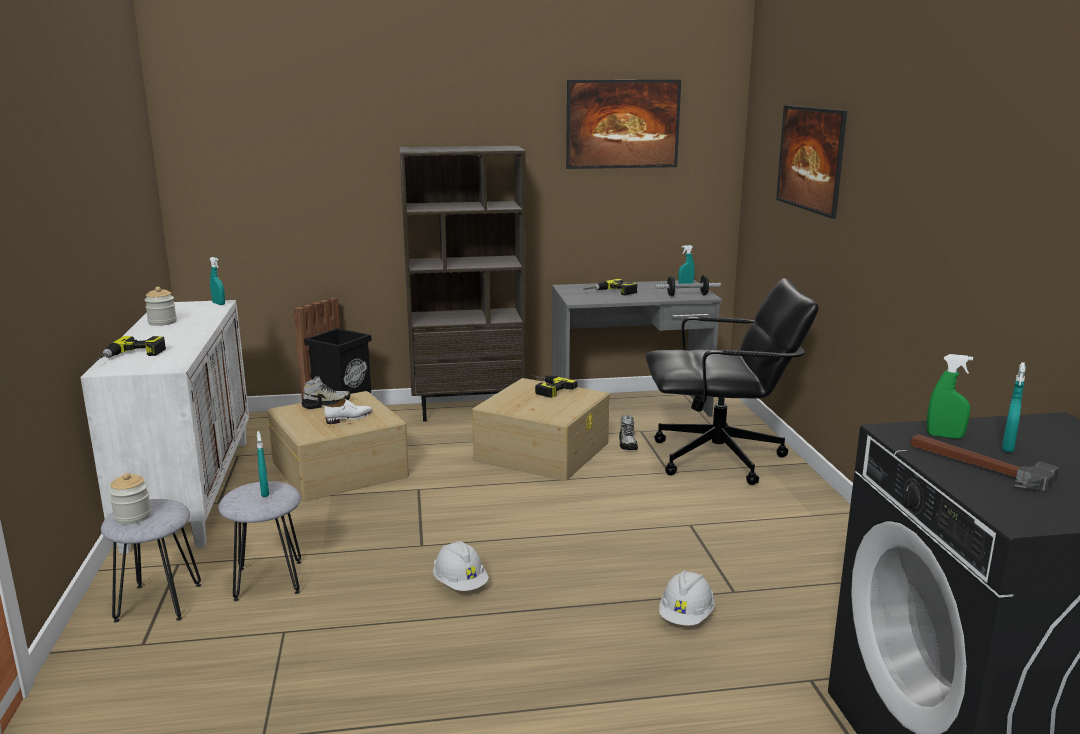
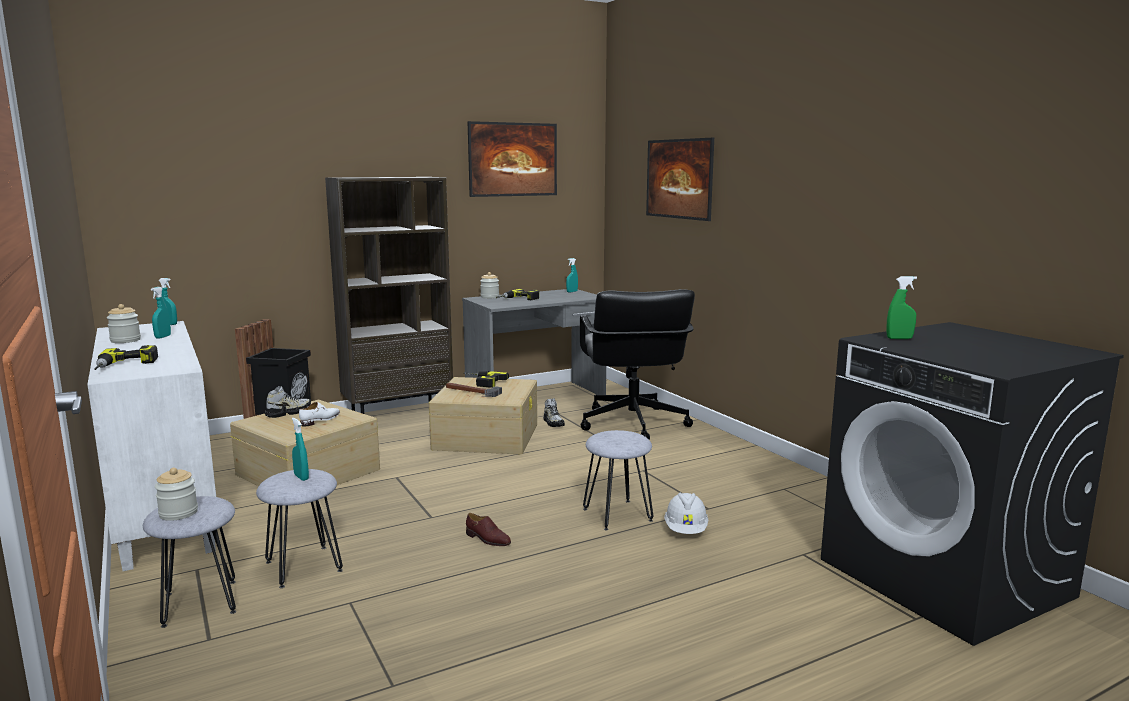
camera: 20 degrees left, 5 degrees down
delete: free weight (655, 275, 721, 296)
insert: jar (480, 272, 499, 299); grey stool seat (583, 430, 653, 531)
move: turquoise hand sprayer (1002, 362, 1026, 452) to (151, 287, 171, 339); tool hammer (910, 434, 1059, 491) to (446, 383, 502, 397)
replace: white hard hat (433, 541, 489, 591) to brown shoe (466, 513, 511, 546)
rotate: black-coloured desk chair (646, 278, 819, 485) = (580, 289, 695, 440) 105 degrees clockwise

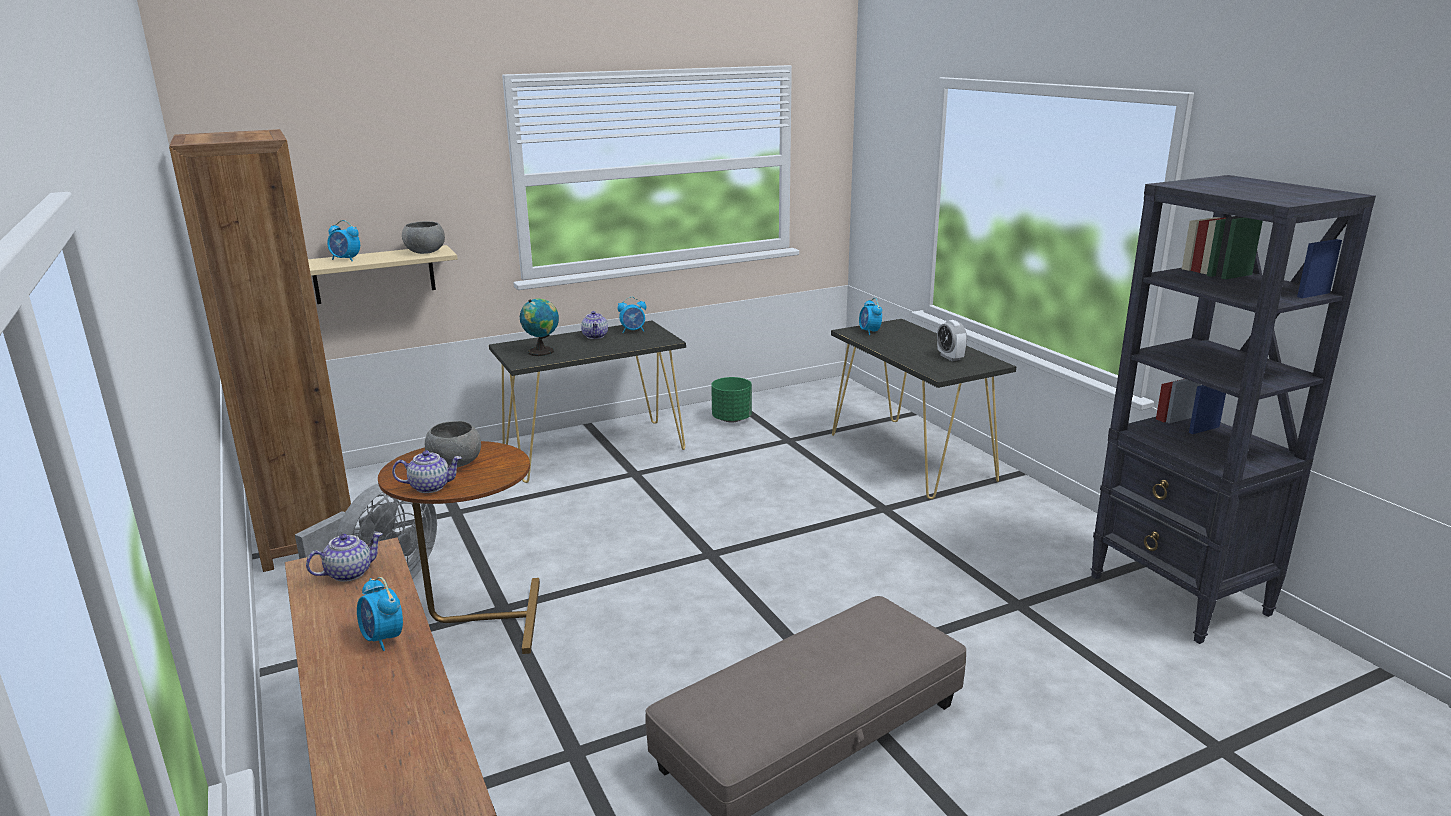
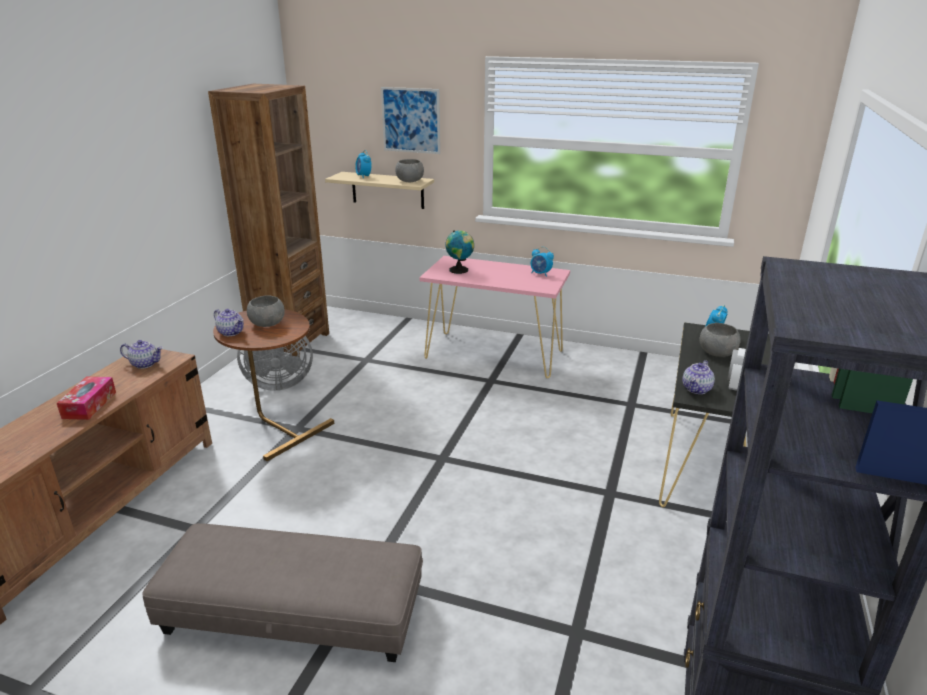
camera: 45 degrees right, 5 degrees up
delete: green flower pot (711, 377, 752, 423)
insert: picture (381, 87, 440, 154); grey deep dish (700, 323, 741, 357)
move: pot for tea (581, 311, 608, 339) to (682, 360, 715, 394)
replace: bedside clock (357, 577, 403, 651) to tissue box (57, 377, 116, 420)
recolor: black-coloured hall table (489, 321, 686, 483) to pink-coloured hall table (419, 256, 570, 378)

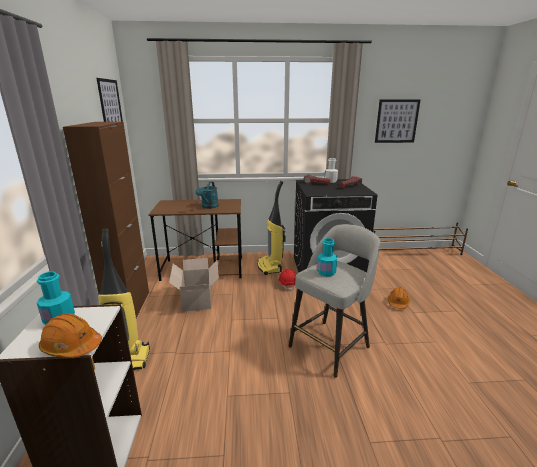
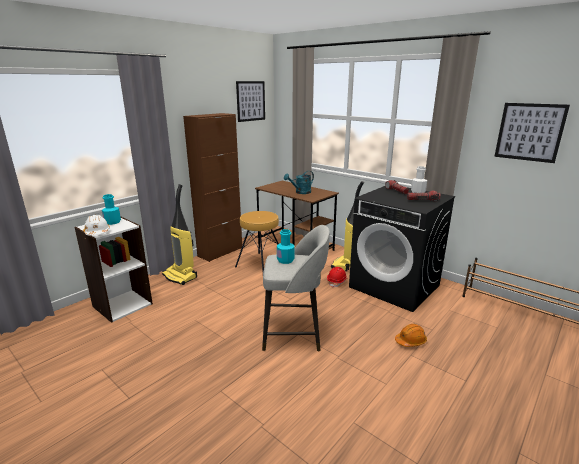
camera: 45 degrees right, 0 degrees up
replace: cardboard box (169, 258, 219, 312) to brown stool seat (235, 211, 279, 272)
recolor: orangey hard hat (39, 313, 102, 358) to white hard hat (83, 215, 110, 236)

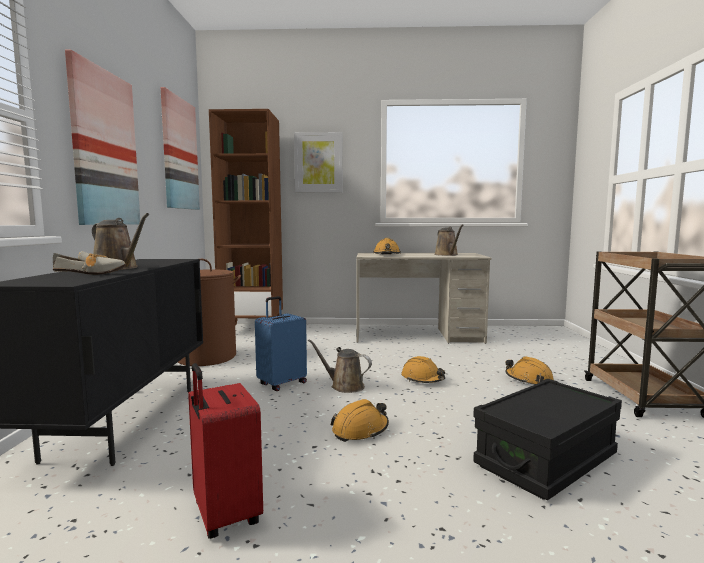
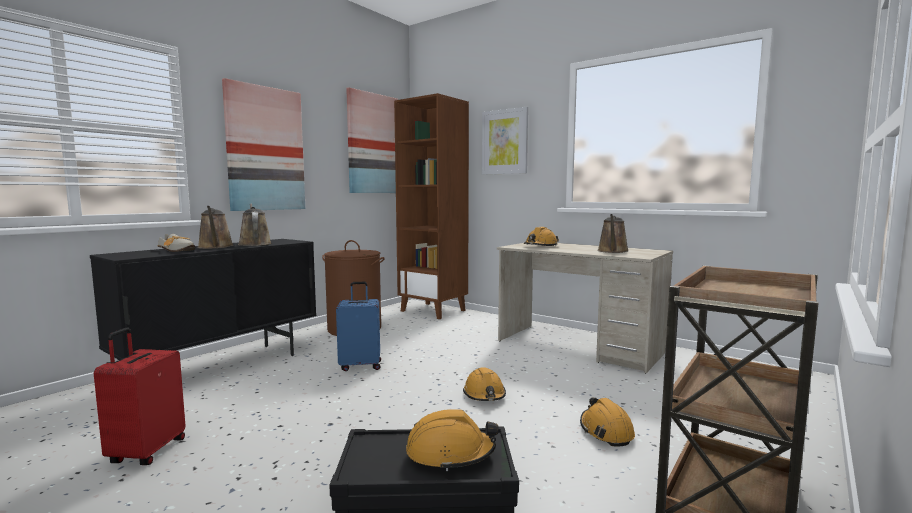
camera: 35 degrees right, 0 degrees up
move: brown watering pot (308, 339, 372, 393) to (238, 203, 272, 246); orangey hard hat (331, 399, 389, 442) to (406, 409, 499, 471)

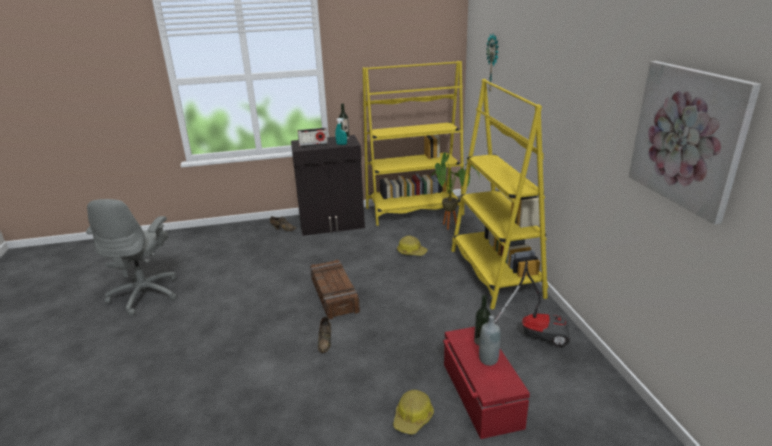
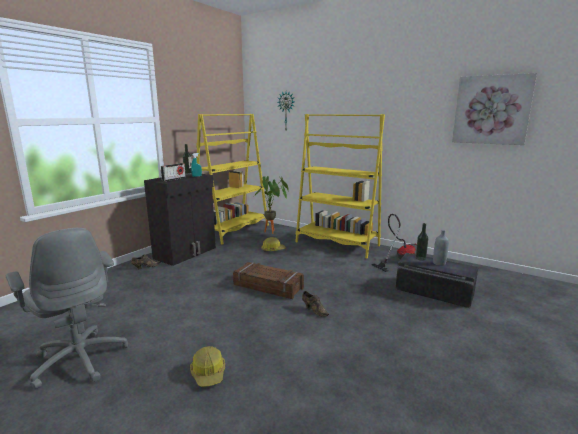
camera: 45 degrees left, 10 degrees down
move: hard hat (393, 390, 434, 435) to (190, 346, 225, 387)
recolor: red storage box (443, 327, 530, 439) to black-coloured storage box (396, 253, 478, 308)

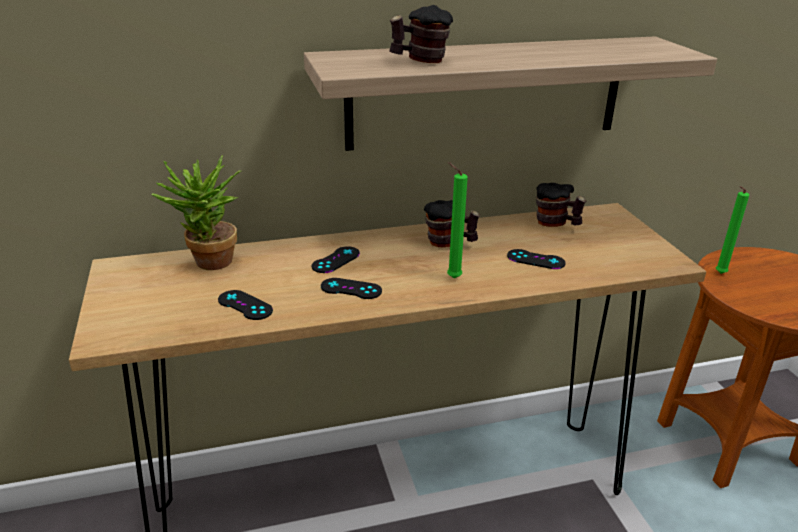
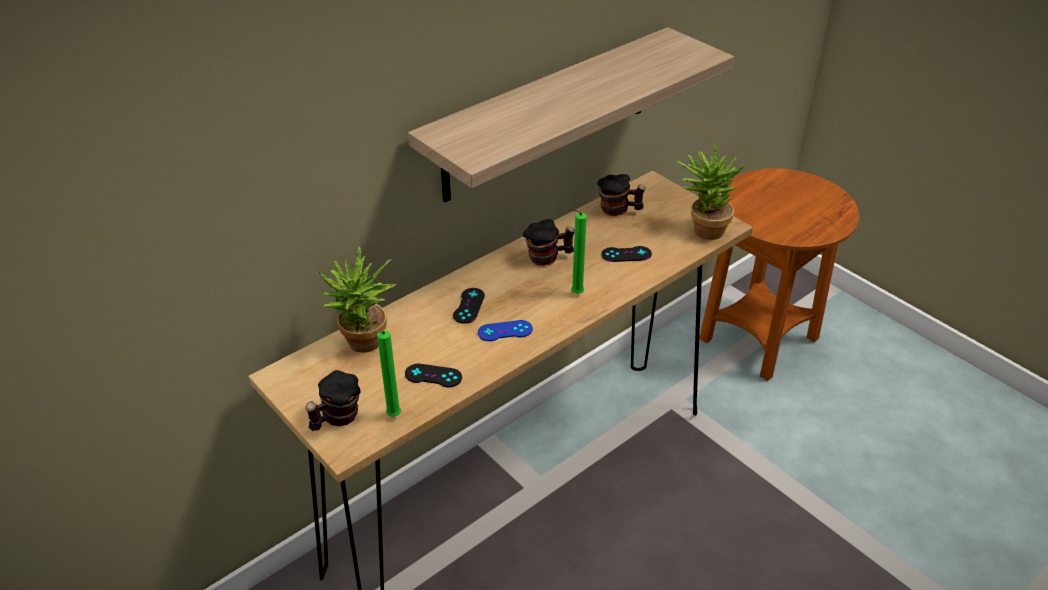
camera: 25 degrees left, 10 degrees up
insert: houseplant (676, 141, 746, 240)
move: tea mug (389, 5, 453, 63) to (305, 370, 360, 431); green candle (716, 186, 749, 274) to (373, 330, 401, 417)
recolor: black-coloured game controller (321, 278, 382, 299) to blue-coloured game controller (478, 320, 533, 341)

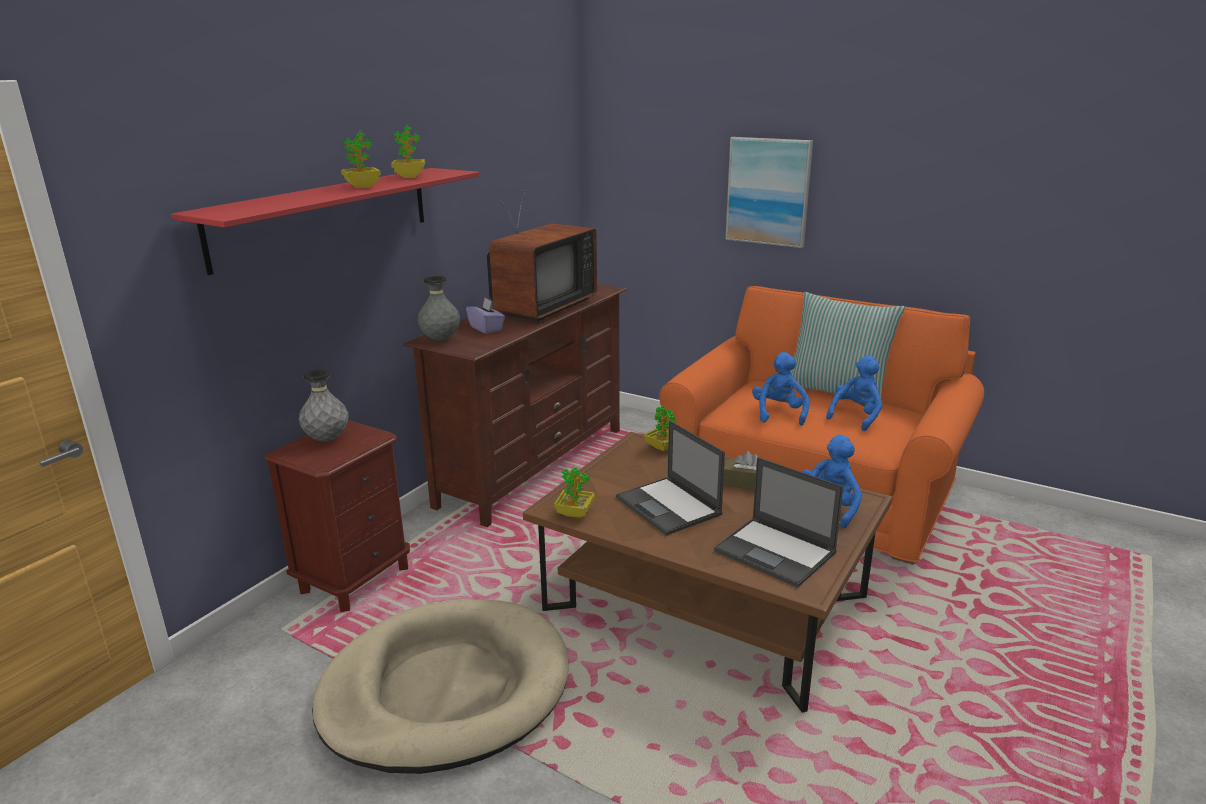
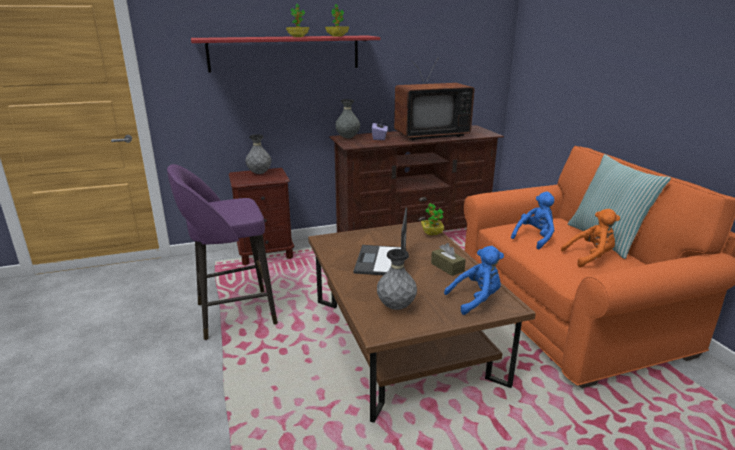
camera: 40 degrees right, 0 degrees up
delete: houseplant (554, 467, 595, 518); picture (725, 137, 813, 248)
replace: beige dog cushion (312, 599, 569, 774) to purplish stool seat (167, 164, 278, 340); laptop (714, 457, 843, 588) to grey flower vase (377, 249, 417, 310)
recolor: blue-coloured soft toy (826, 355, 882, 431) to orangey soft toy (561, 209, 620, 267)

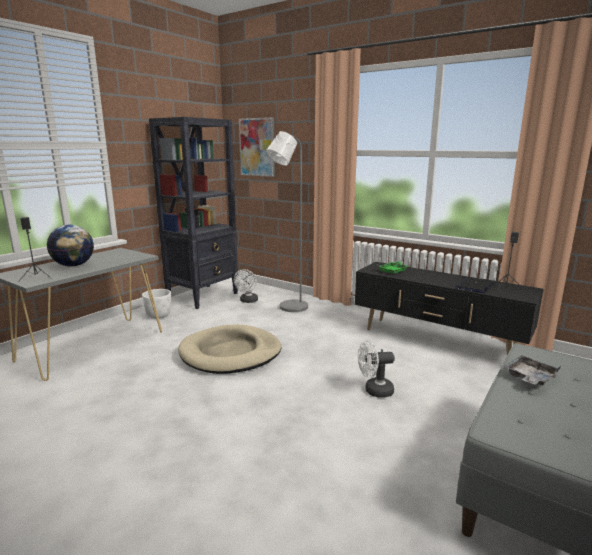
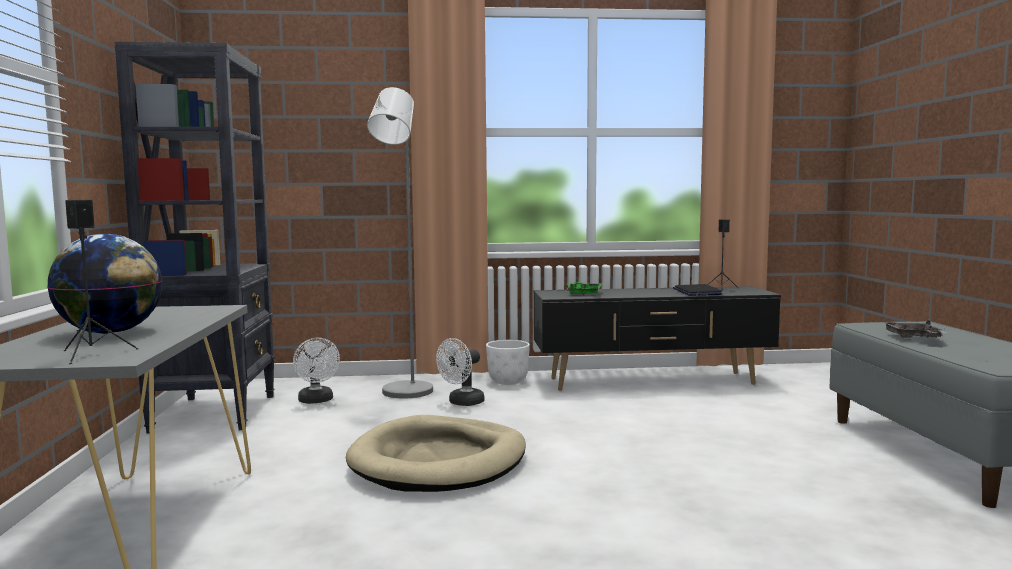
camera: 40 degrees left, 10 degrees down
delete: picture (239, 117, 275, 177)
move: white cooling fan (358, 340, 395, 398) to (436, 338, 485, 406); white flower pot (142, 289, 171, 319) to (486, 340, 530, 385)

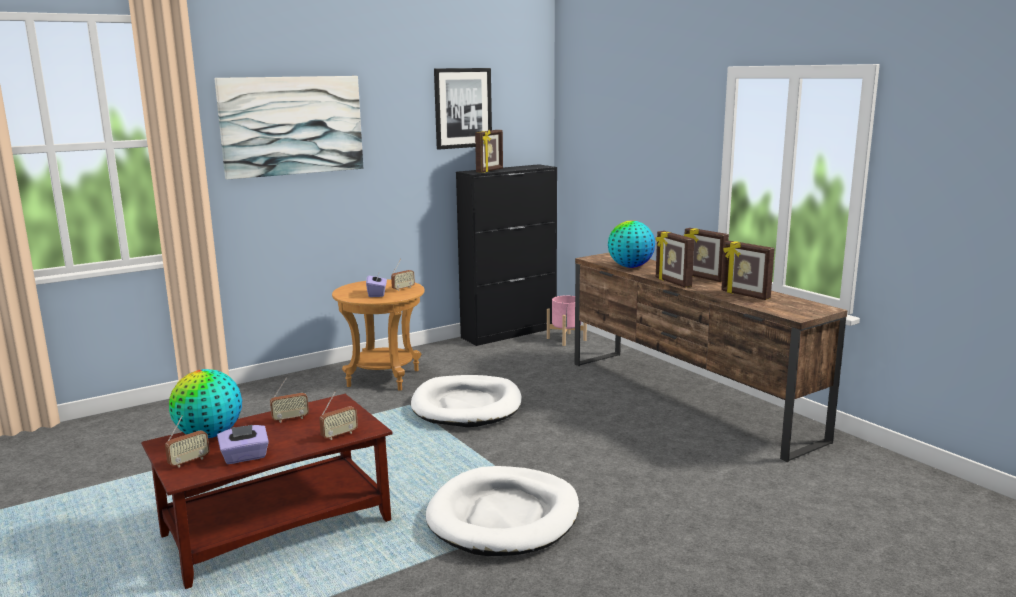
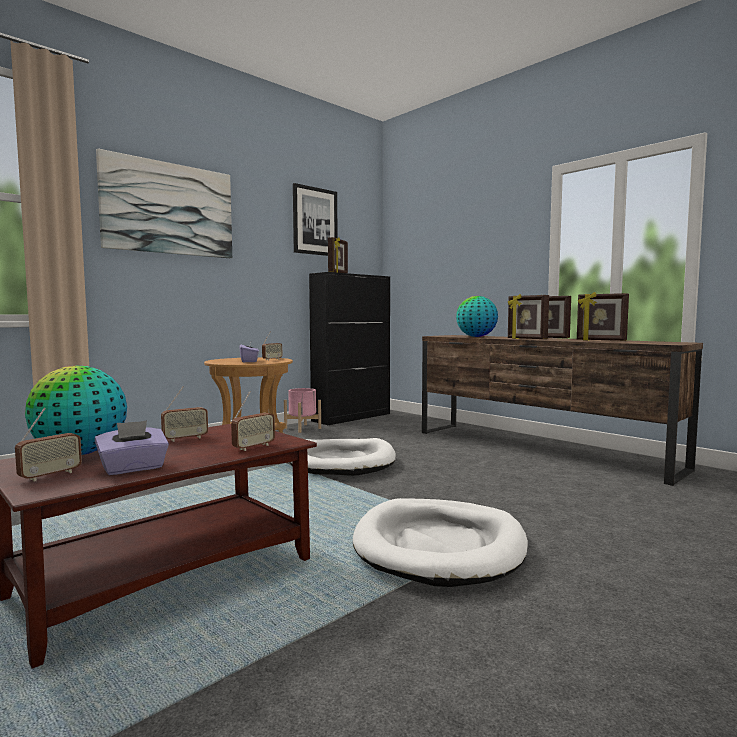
camera: 10 degrees left, 10 degrees down
move: pink-coloured flower pot (547, 295, 587, 346) to (284, 388, 321, 433)

